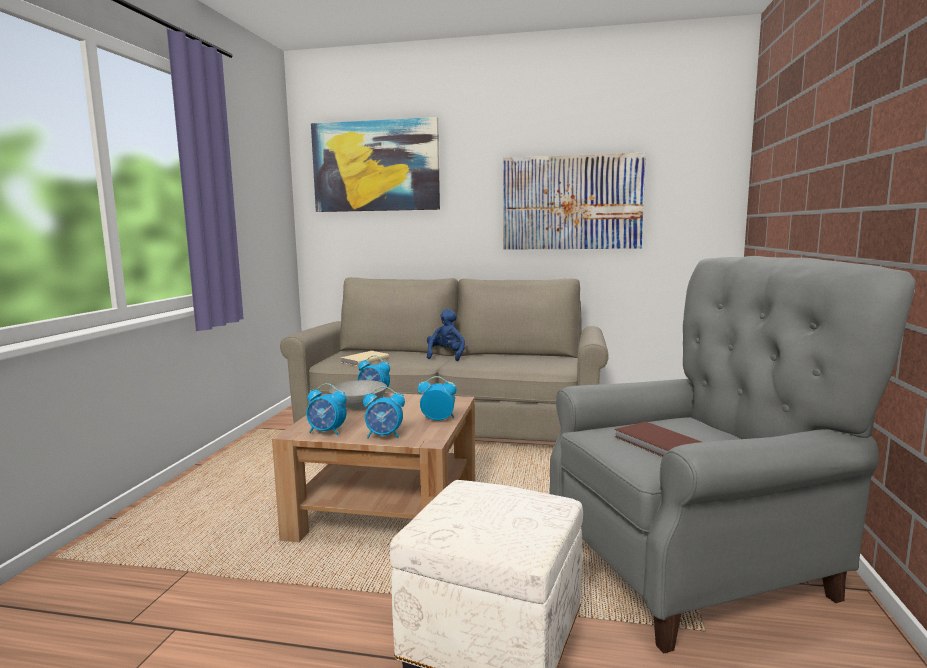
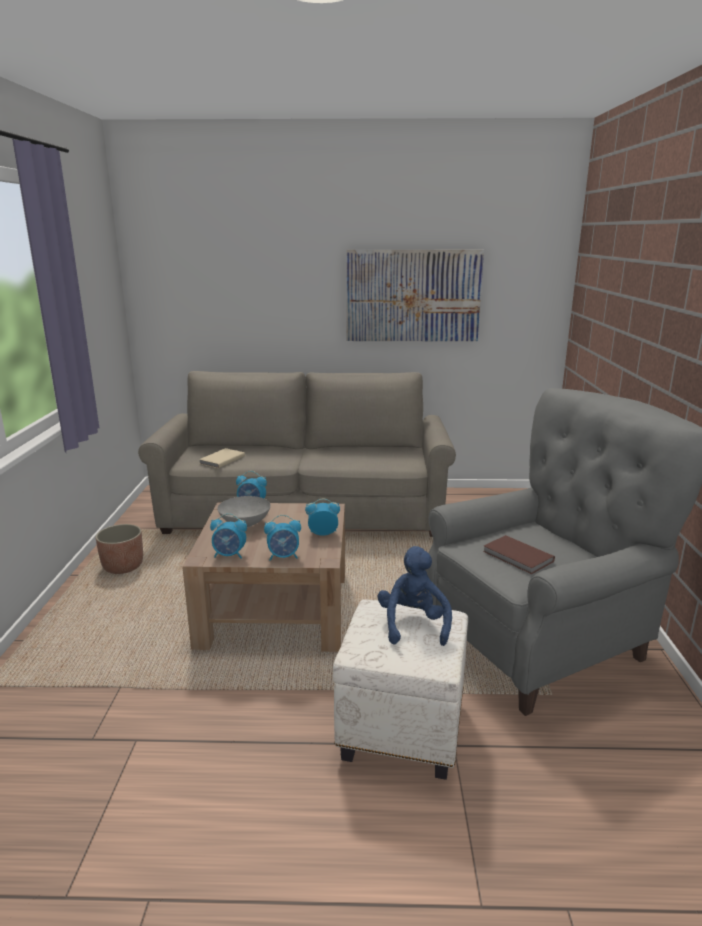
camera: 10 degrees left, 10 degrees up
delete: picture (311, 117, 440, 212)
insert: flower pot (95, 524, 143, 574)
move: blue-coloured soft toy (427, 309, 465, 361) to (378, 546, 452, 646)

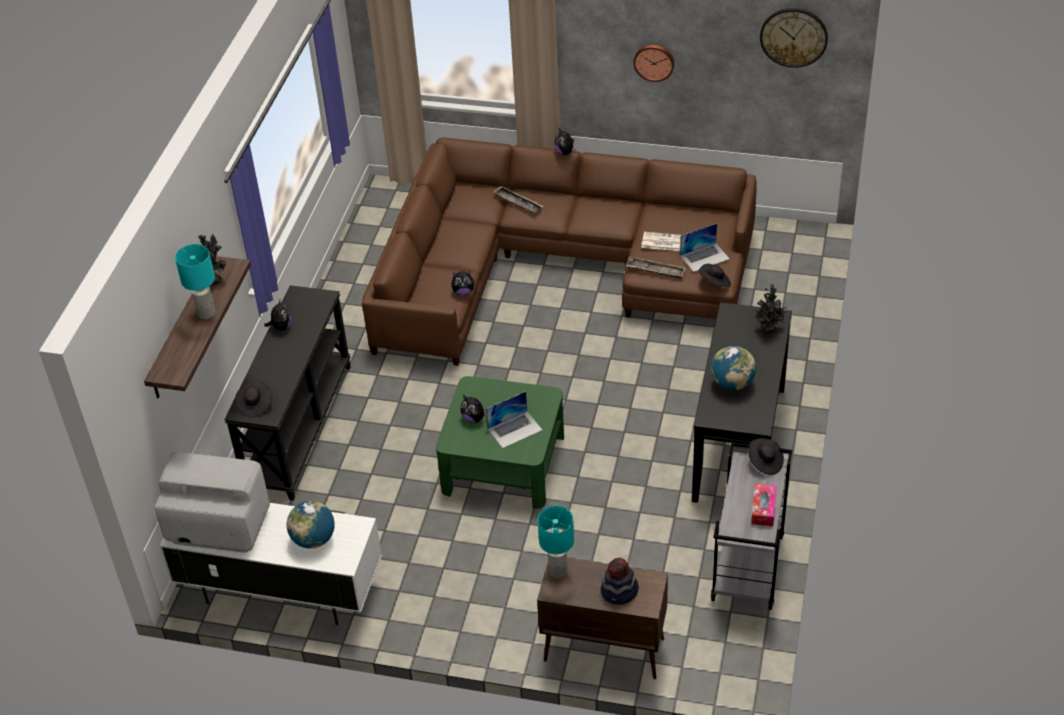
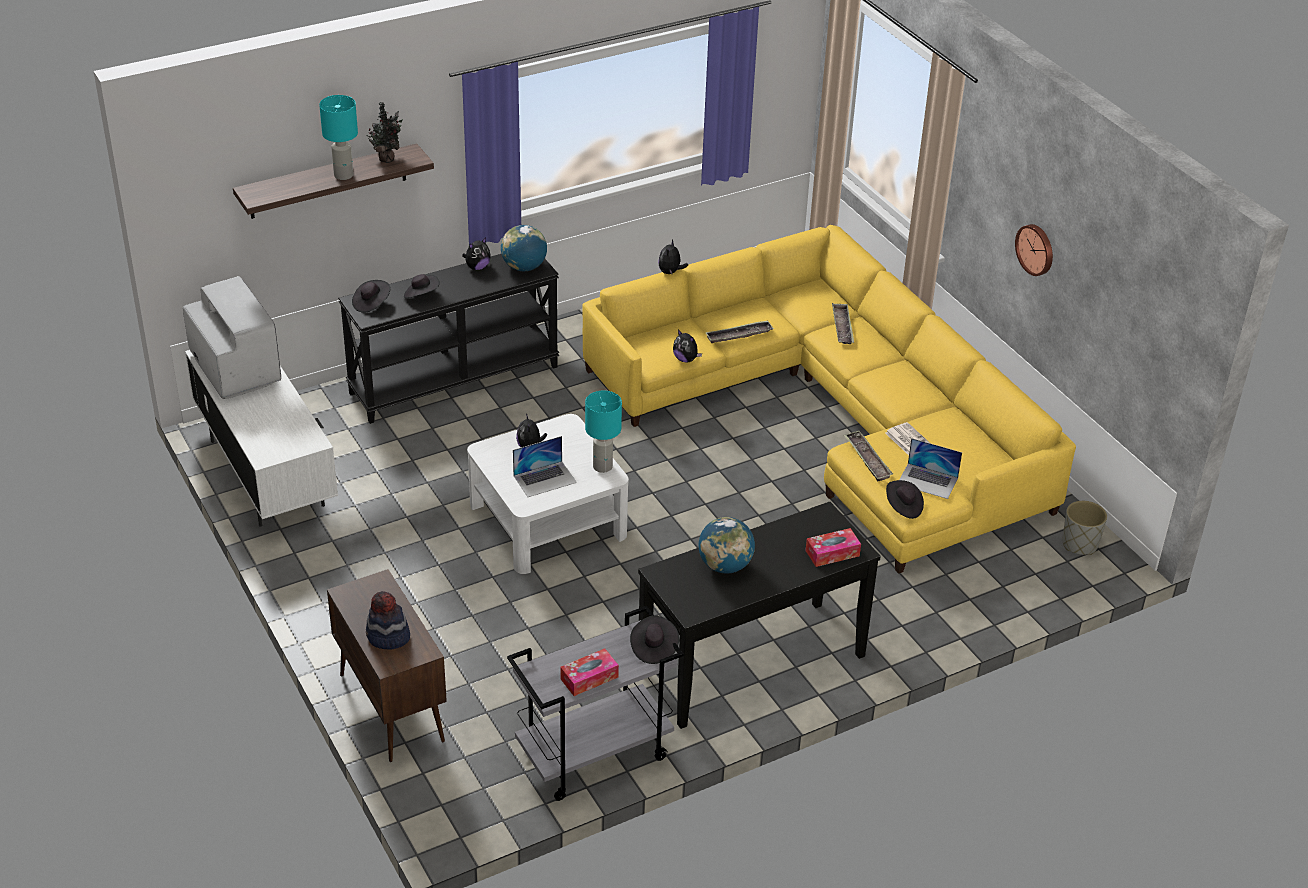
camera: 45 degrees right, 5 degrees down
delete: clock on the wall (760, 8, 828, 68)
insert: black-coloured clothing hat (404, 274, 440, 298); serving tray (706, 321, 774, 343); grey flower pot (1062, 501, 1107, 555)
move: world globe (287, 501, 335, 549) to (501, 225, 547, 271); turquoise tabletop lamp (538, 506, 574, 578) to (585, 391, 622, 473); soft toy (554, 128, 576, 155) to (658, 239, 688, 274)
replace: houseplant (755, 283, 787, 333) to tissue box (805, 528, 861, 567)
recolor: green coffee table (436, 376, 564, 509) to white coffee table (467, 414, 629, 574); brown couch (362, 137, 756, 366) to yellow couch (582, 225, 1076, 574)
rotate: laptop (486, 391, 542, 448) = (513, 436, 577, 497) 45 degrees counterclockwise

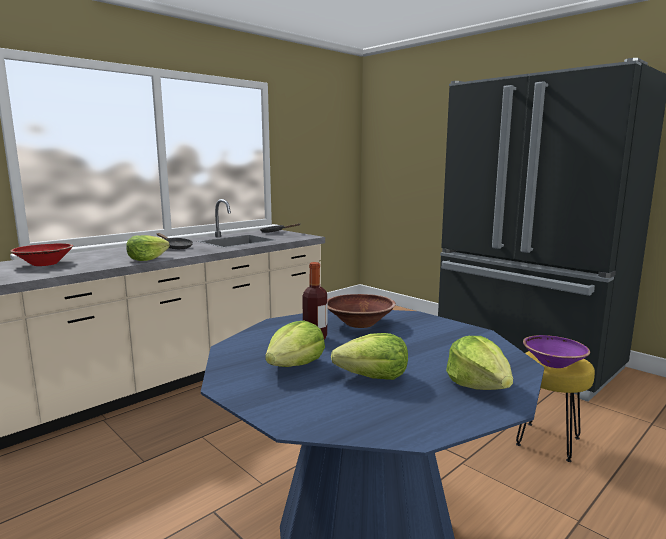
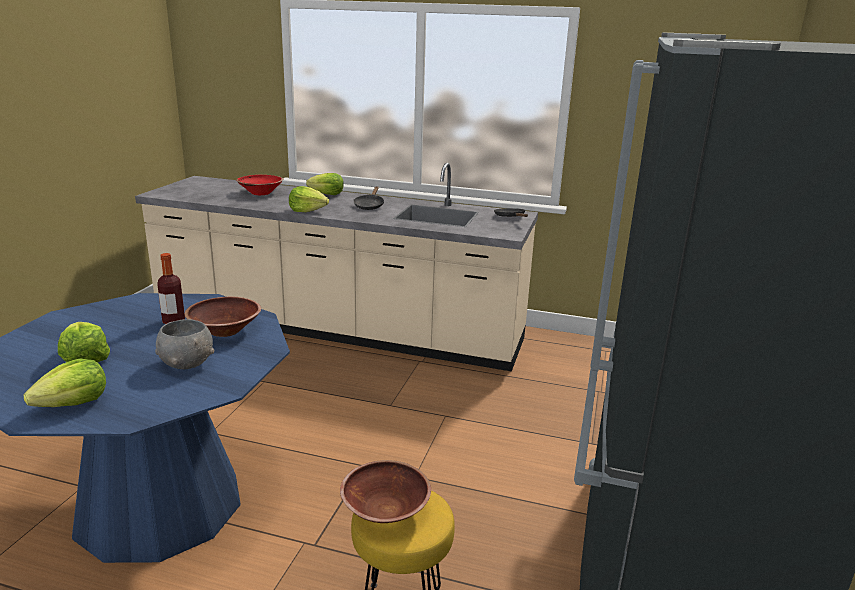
camera: 60 degrees right, 10 degrees up
insert: grey deep dish (155, 319, 214, 369)
move: head of lettuce (265, 320, 325, 367) to (306, 173, 344, 195)
recolor: purplish deep dish (523, 335, 590, 368) to brown deep dish (340, 460, 431, 523)

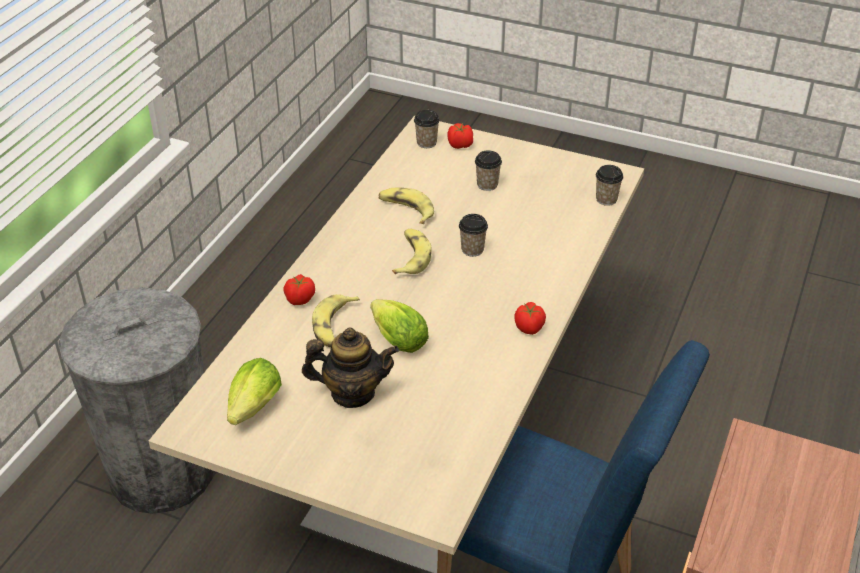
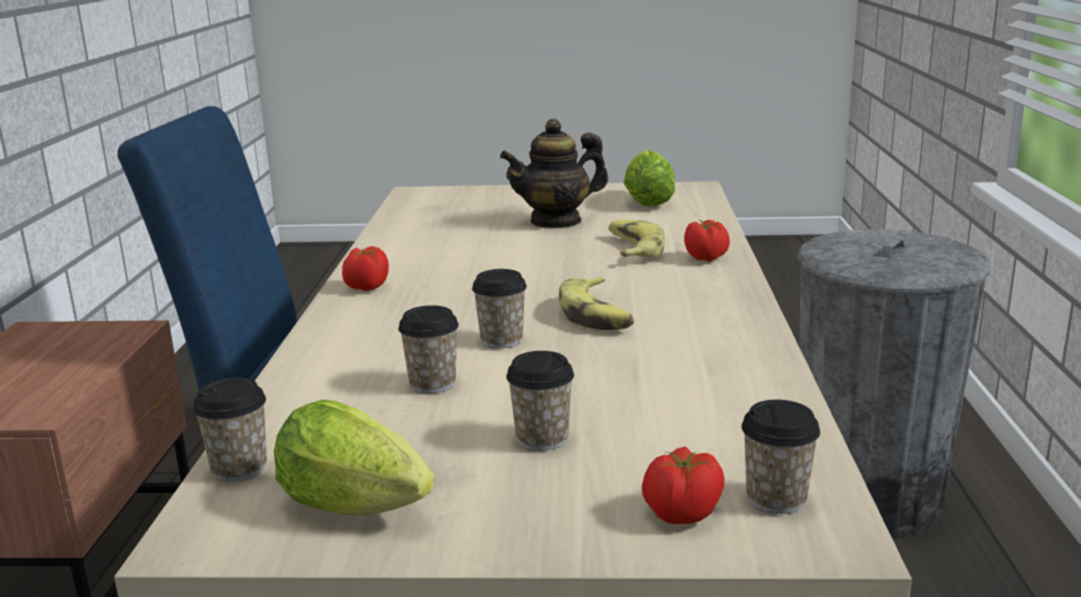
camera: 160 degrees right, 20 degrees down
delete: banana (379, 188, 434, 224)
insert: drinking cup (398, 305, 459, 394)
move: head of lettuce (370, 299, 429, 353) to (274, 400, 434, 515)

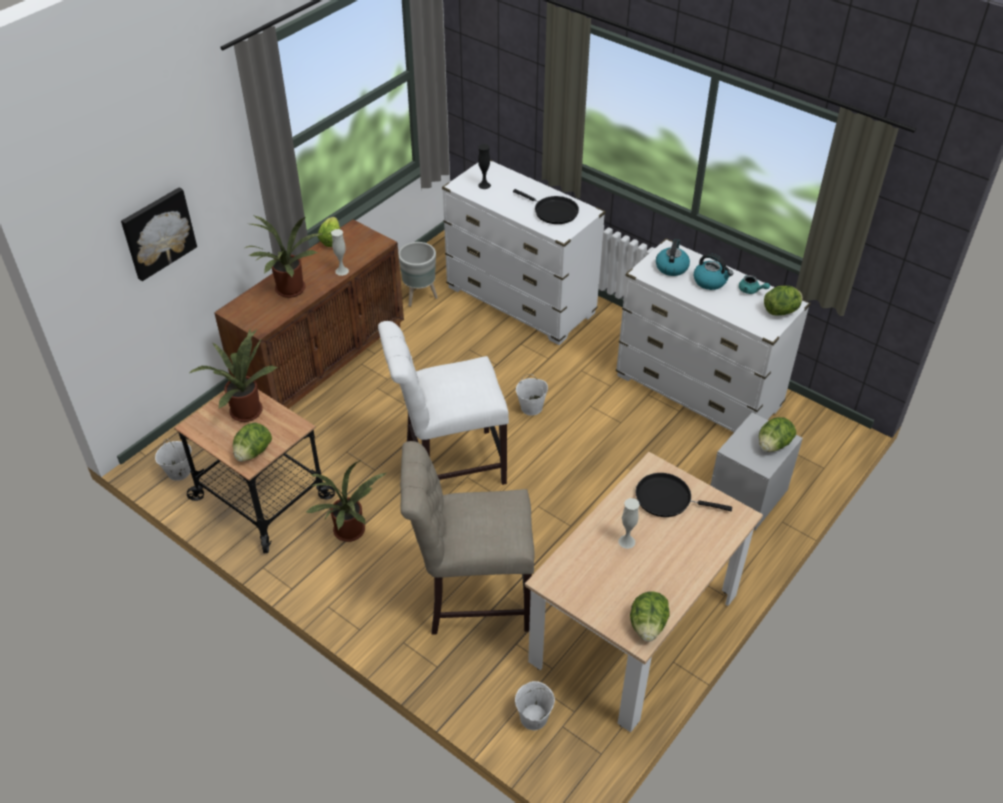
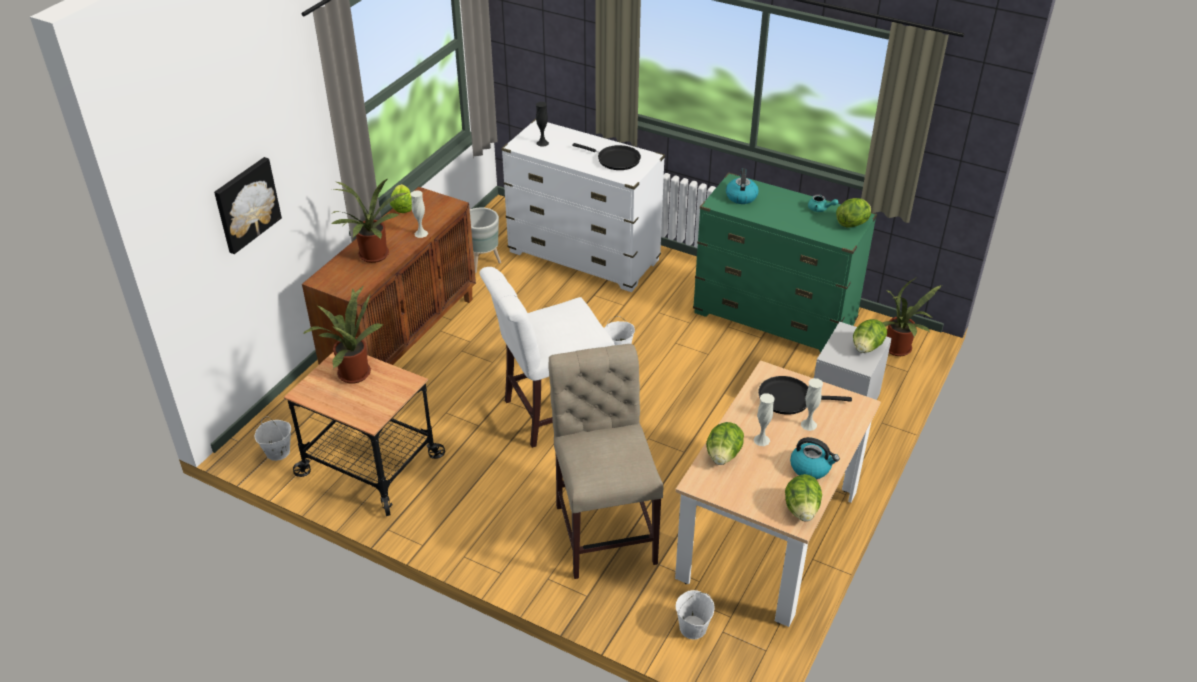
camera: 10 degrees left, 5 degrees down
insert: white flower vase (801, 378, 823, 431)
move: head of lettuce (233, 423, 272, 462) to (706, 422, 744, 465); tea kettle (694, 253, 733, 290) to (790, 437, 840, 479); houseplant (305, 460, 386, 542) to (882, 277, 942, 356)
recolor: white dresser (616, 238, 811, 432) to green dresser (693, 172, 877, 353)
rotate: beige upright chair (400, 441, 534, 635) = (548, 344, 664, 579) 90 degrees clockwise

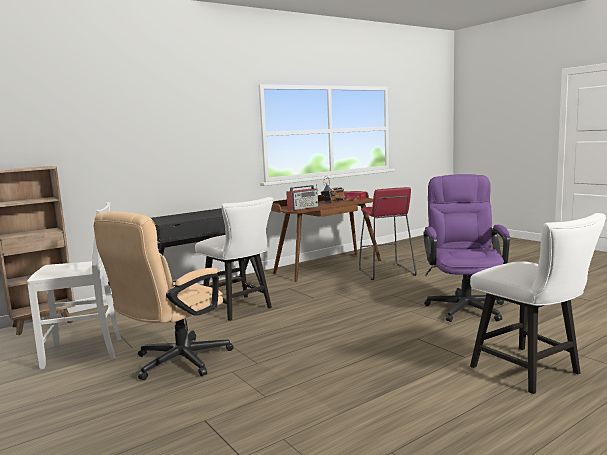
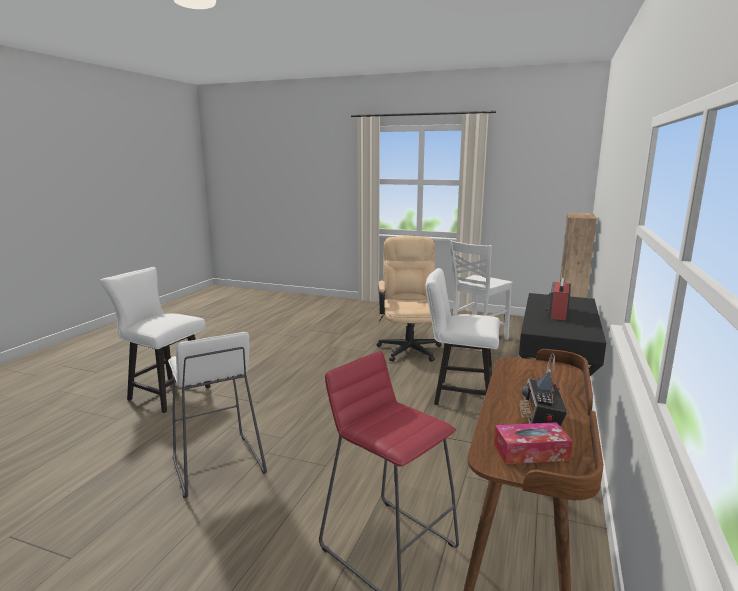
camera: 145 degrees right, 5 degrees up
move: radio receiver (286, 184, 318, 211) to (546, 277, 571, 320)
replace: purplish desk chair (423, 174, 510, 322) to white stool seat (168, 332, 267, 498)

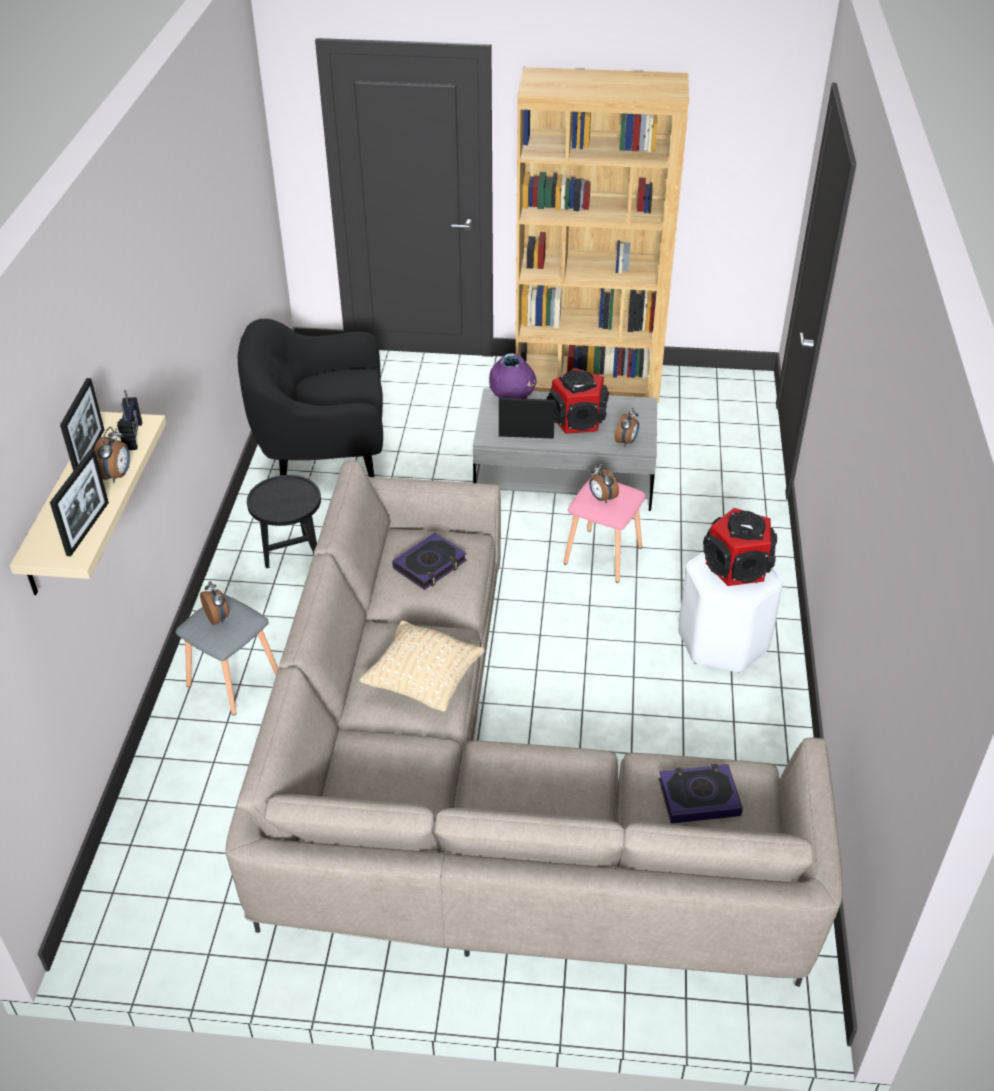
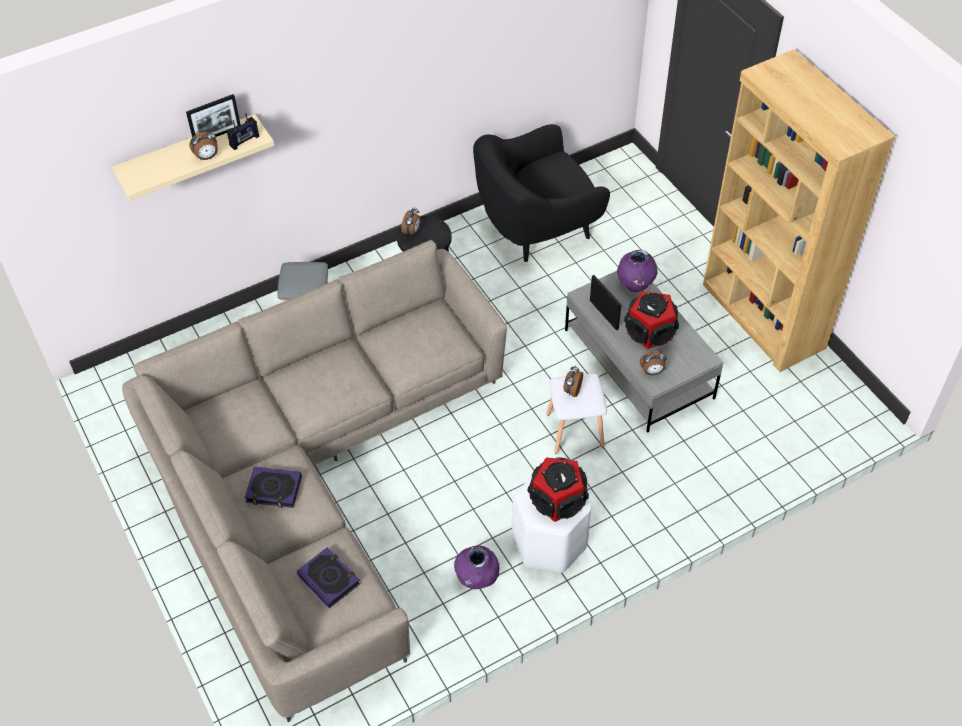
camera: 55 degrees right, 10 degrees up
delete: photo frame (50, 449, 109, 556); beige cushion (359, 621, 485, 712)
insert: purplish flower vase (454, 546, 499, 589)
move: bound book (392, 532, 467, 590) to (245, 466, 302, 508); bedside clock (200, 581, 229, 625) to (401, 207, 421, 236)
recolor: pink-coloured stool seat (563, 479, 646, 583) to white stool seat (546, 373, 607, 454)
rotate: black-coloured easy chair (238, 319, 383, 477) = (473, 124, 610, 262) 75 degrees counterclockwise

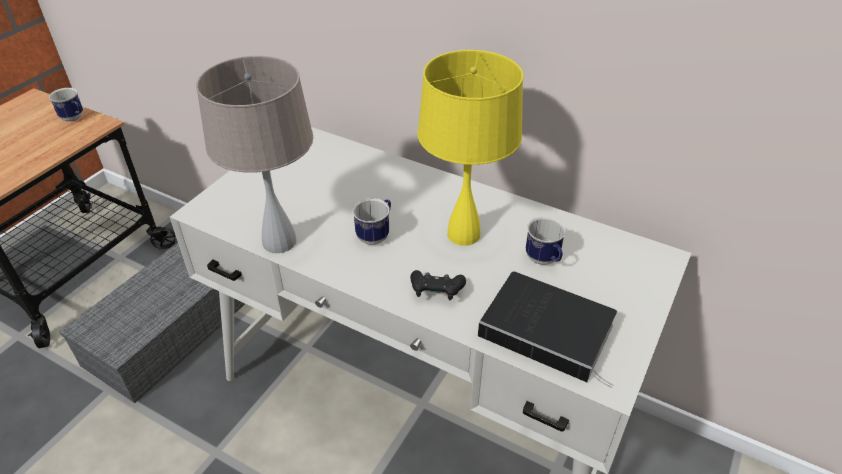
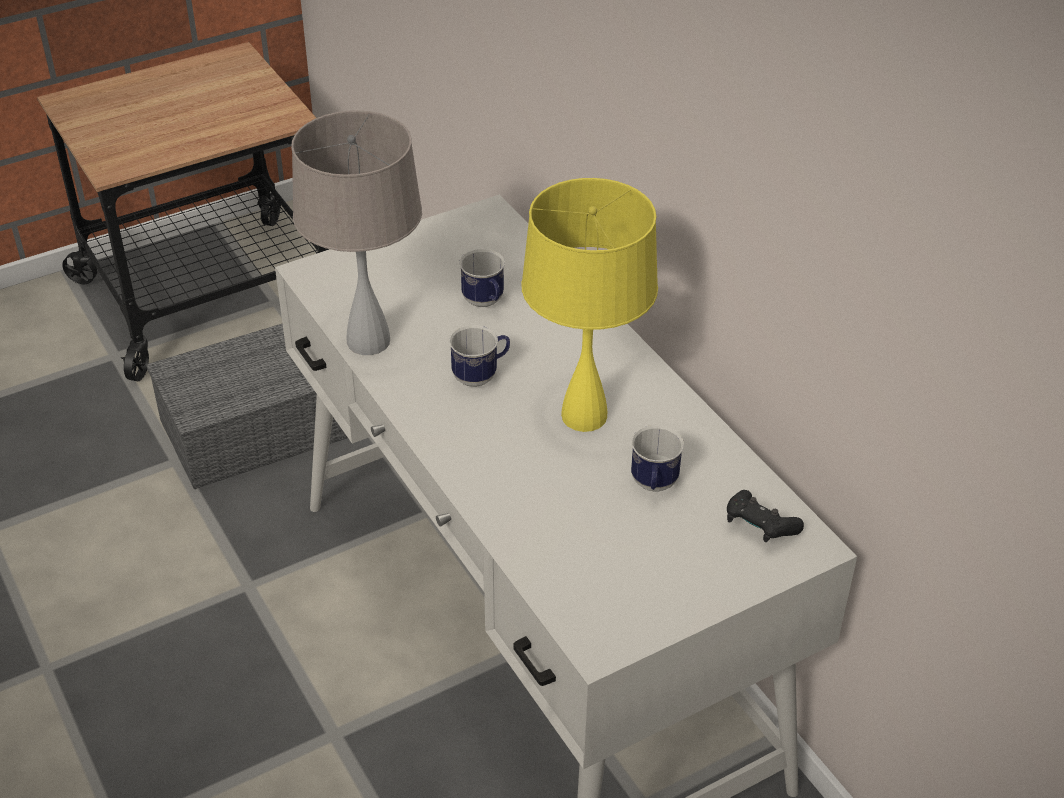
camera: 30 degrees right, 0 degrees up
delete: bound book (478, 271, 617, 388)
move: tea mug (49, 88, 83, 122) to (459, 249, 505, 307); black-coloured game controller (410, 270, 466, 300) to (727, 490, 804, 542)

